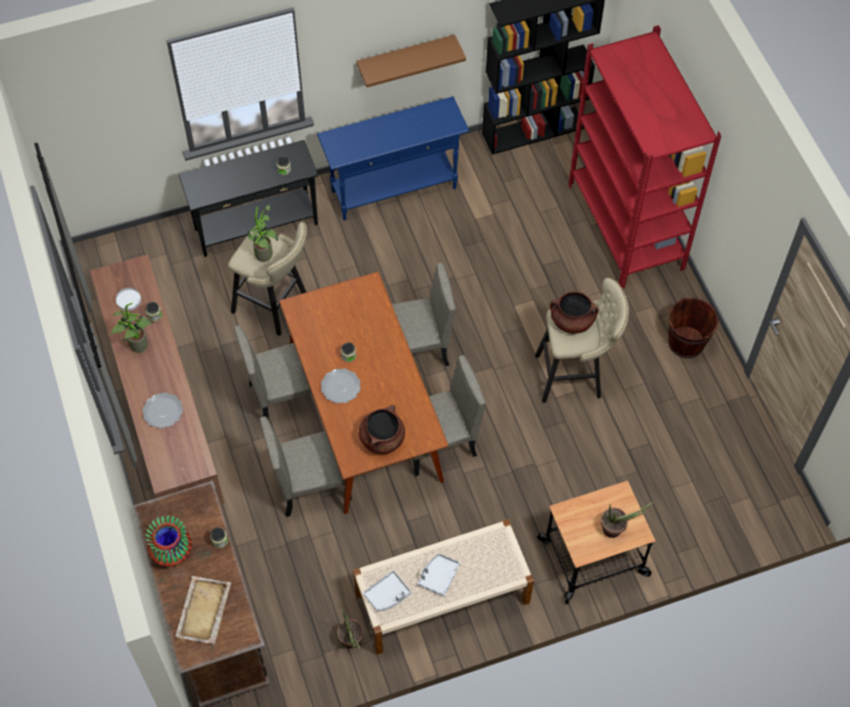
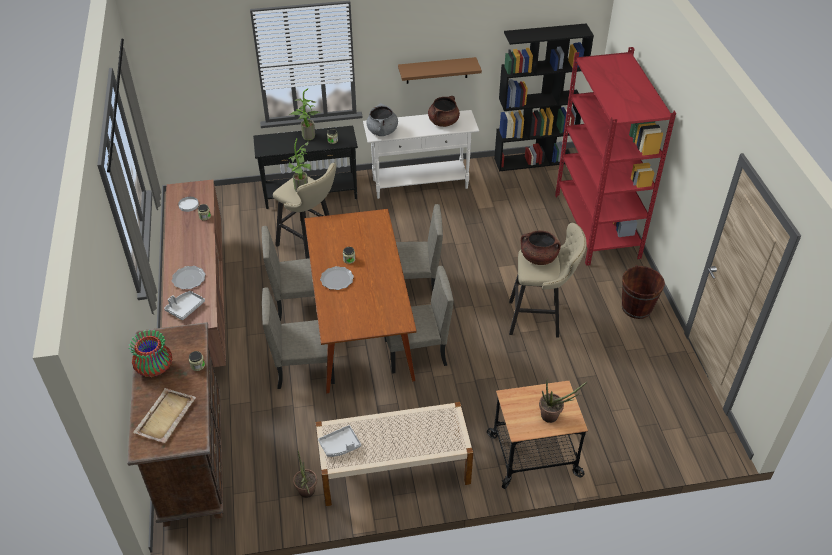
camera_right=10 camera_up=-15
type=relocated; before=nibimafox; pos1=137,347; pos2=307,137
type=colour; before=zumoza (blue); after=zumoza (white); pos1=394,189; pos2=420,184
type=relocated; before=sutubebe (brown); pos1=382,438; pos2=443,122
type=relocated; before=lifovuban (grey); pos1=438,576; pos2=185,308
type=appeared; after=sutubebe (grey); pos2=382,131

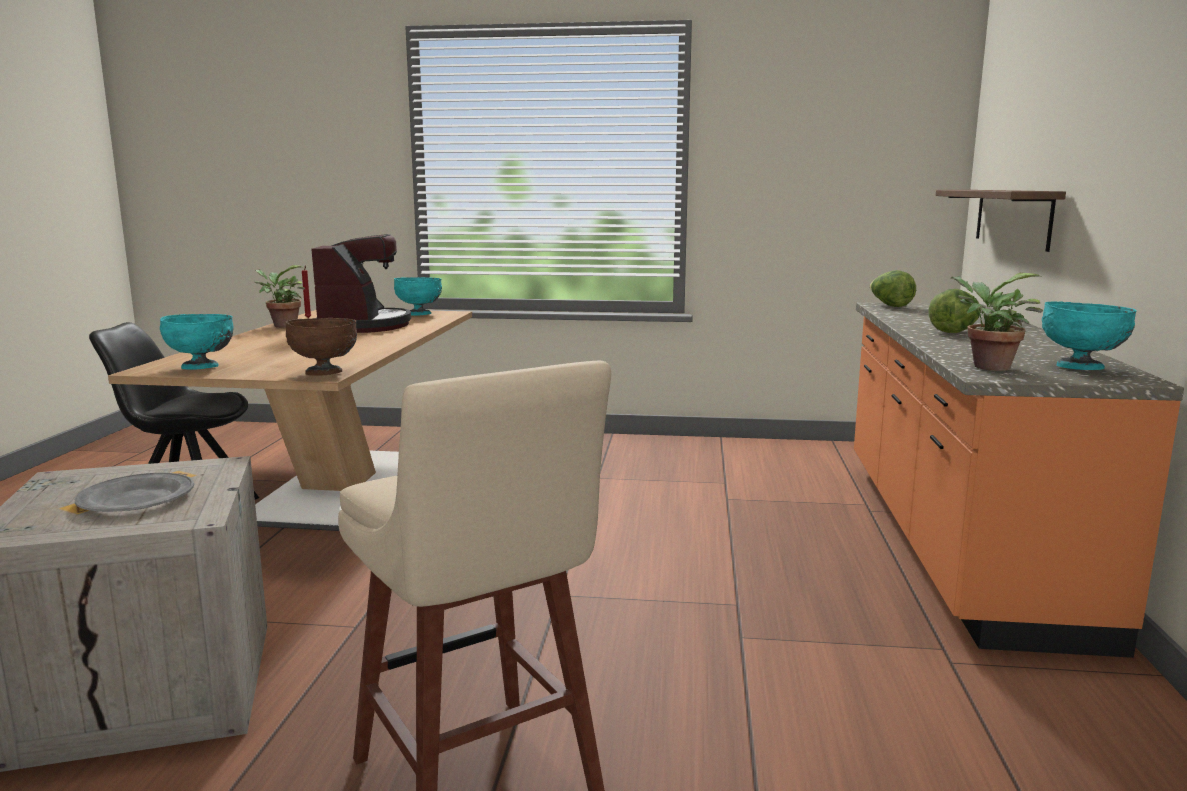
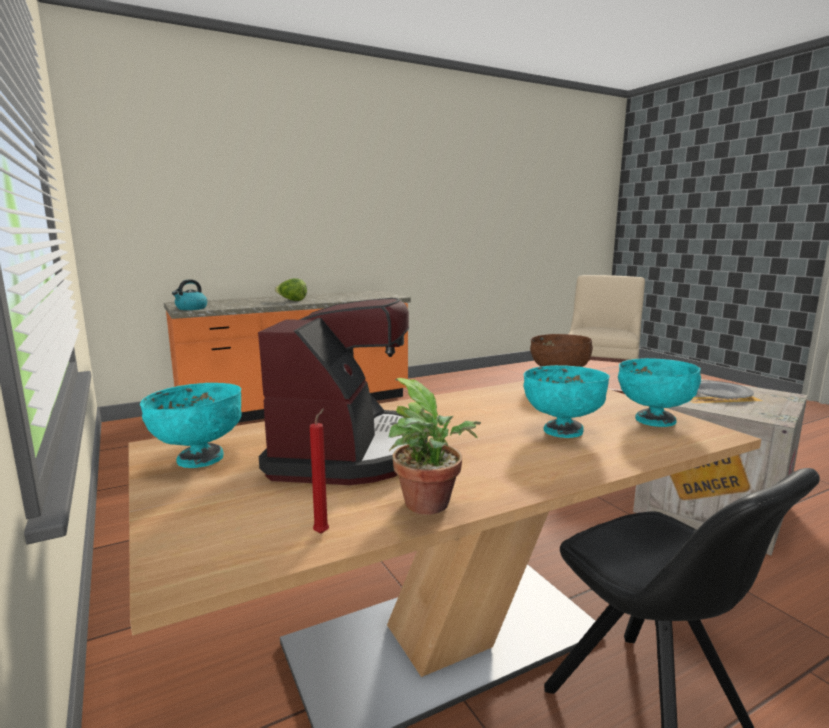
camera_right=-125 camera_up=0
type=spun; before=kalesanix; pos1=363,326; pos2=349,452; turn=135
type=exchanged; before=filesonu; after=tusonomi; pos1=890,306; pos2=191,308
type=missing; before=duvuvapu; pos1=1012,217
type=missing; before=nibimafox; pos1=986,367
type=relocated; before=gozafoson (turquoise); pos1=1081,368; pos2=562,430

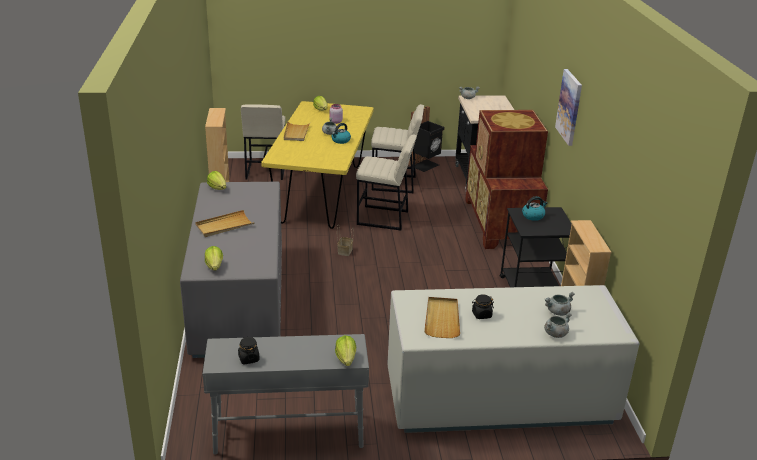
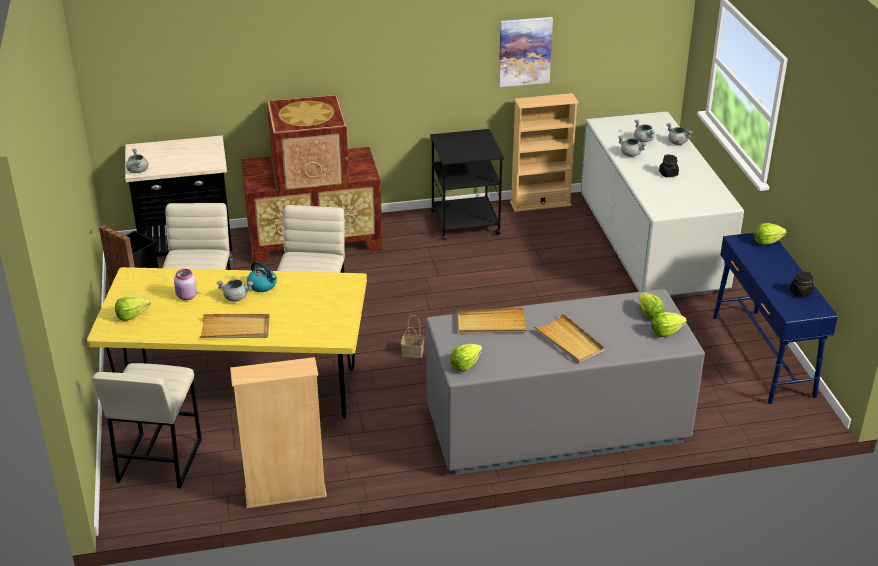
camera_right=-95 camera_up=5
type=colour; before=zumoza (grey); after=zumoza (blue); pos1=288,432; pos2=761,356
type=spun; before=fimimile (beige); pos1=265,171; pos2=159,462; turn=105
type=relocated; before=lifovuban (beige); pos1=442,319; pos2=491,324
type=missing; before=tusonomi; pos1=533,216
type=relocated; before=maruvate; pos1=569,107; pos2=524,51
type=appeared; after=sutubebe (grey); pos2=631,154
type=appeared; after=filesonu; pos2=649,314

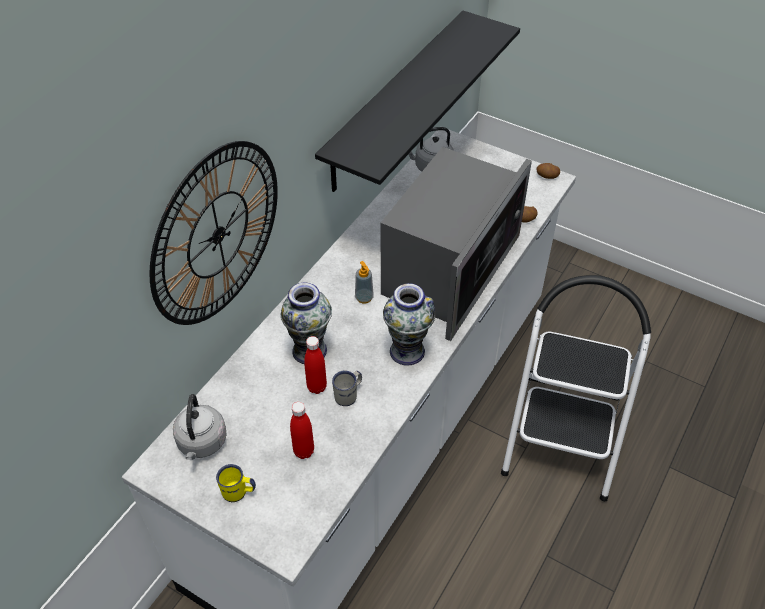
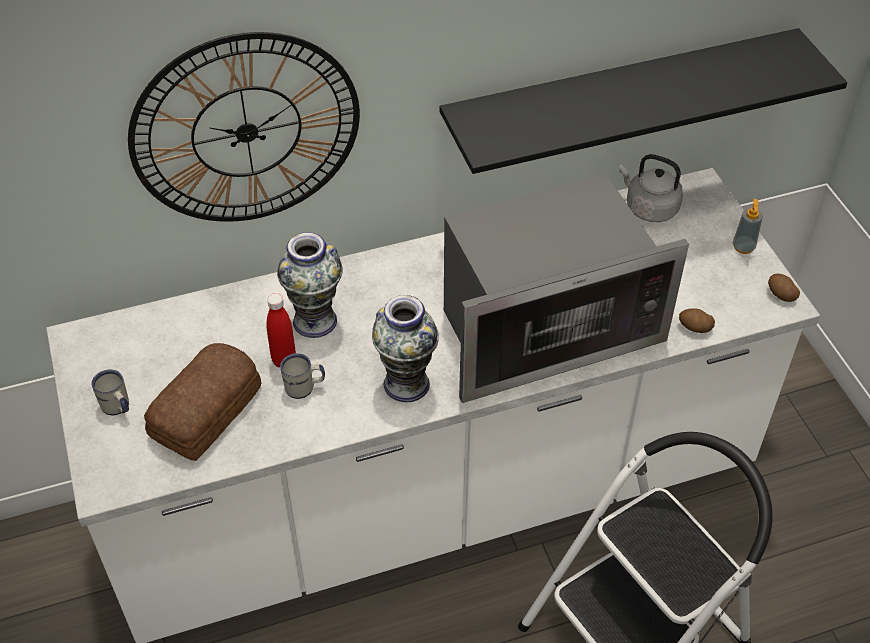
camera_right=40 camera_up=0
type=missing; before=tusonomi (grey); pos1=202,443
type=colour; before=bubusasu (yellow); after=bubusasu (white); pos1=238,492; pos2=117,408
type=exchanged; before=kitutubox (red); after=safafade; pos1=304,451; pos2=209,411
type=relocated; before=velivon; pos1=364,298; pos2=743,247

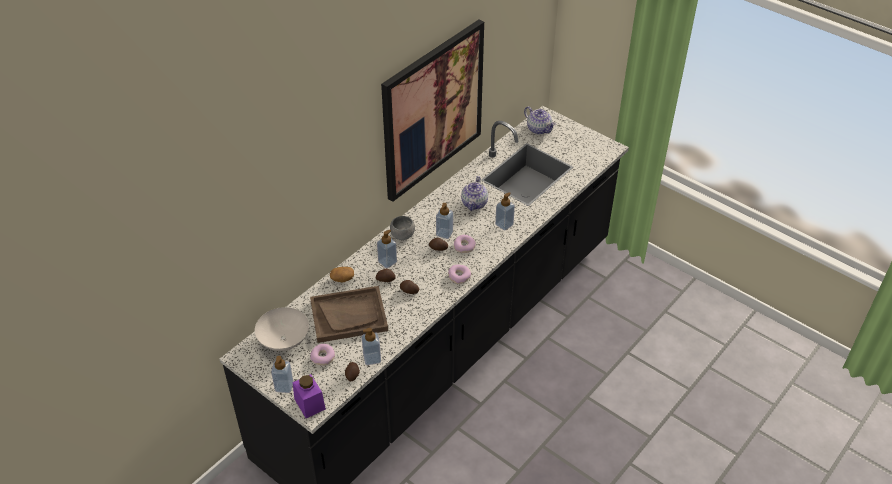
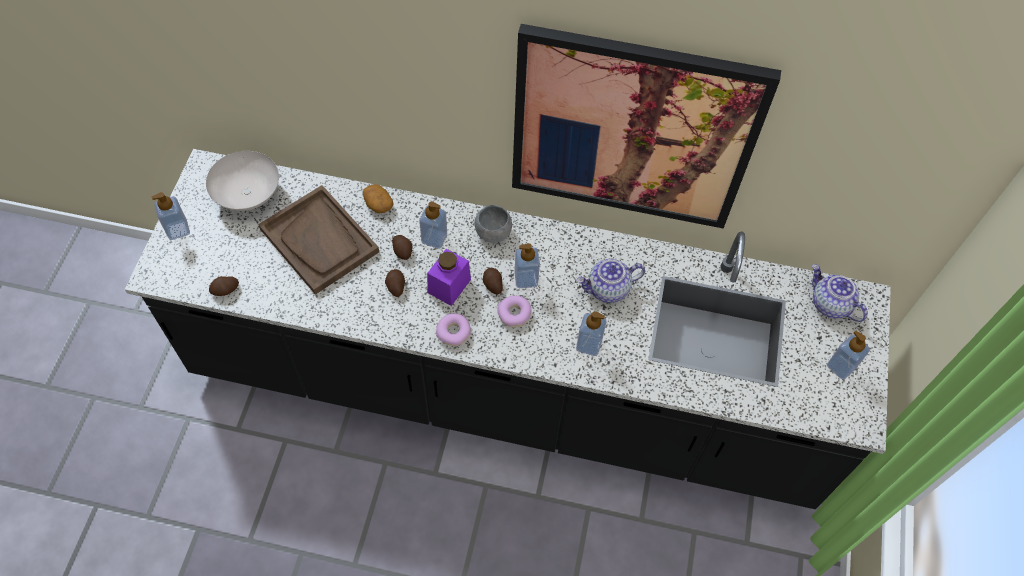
camera_right=60 camera_up=15
type=relocated; before=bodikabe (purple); pos1=310,404; pos2=449,286
type=missing; before=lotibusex; pos1=323,357
type=relocated; before=velivon; pos1=372,358; pos2=841,367
type=spun; before=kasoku; pos1=539,129; pos2=829,304; turn=120

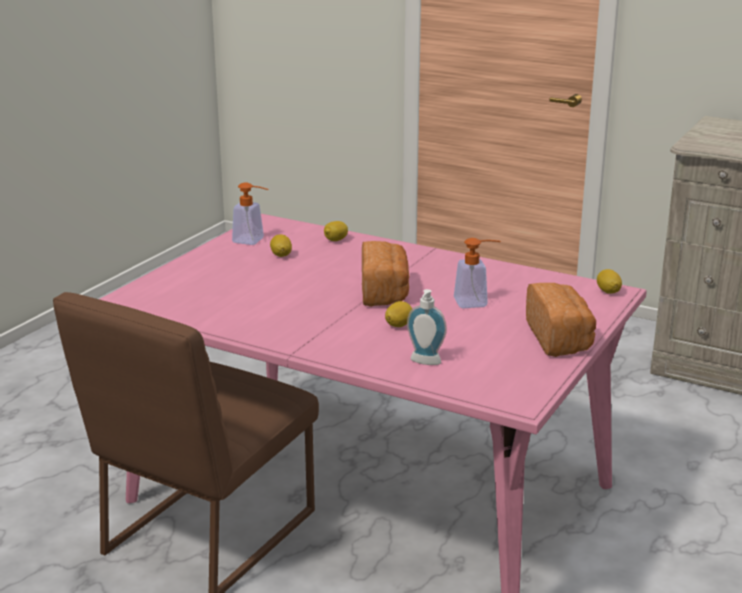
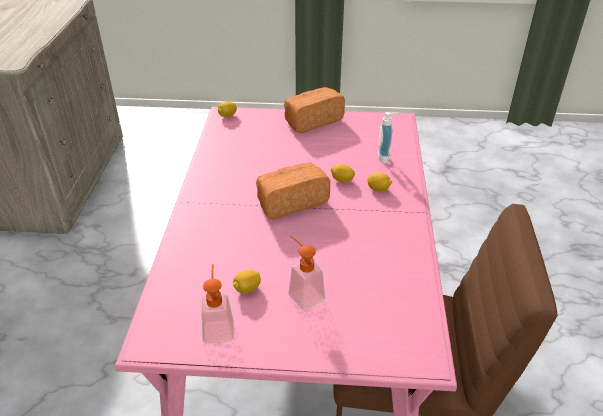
camera_right=-115 camera_up=15
type=relocated; before=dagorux; pos1=335,240; pos2=378,189
type=relocated; before=velivon; pos1=476,302; pos2=303,294

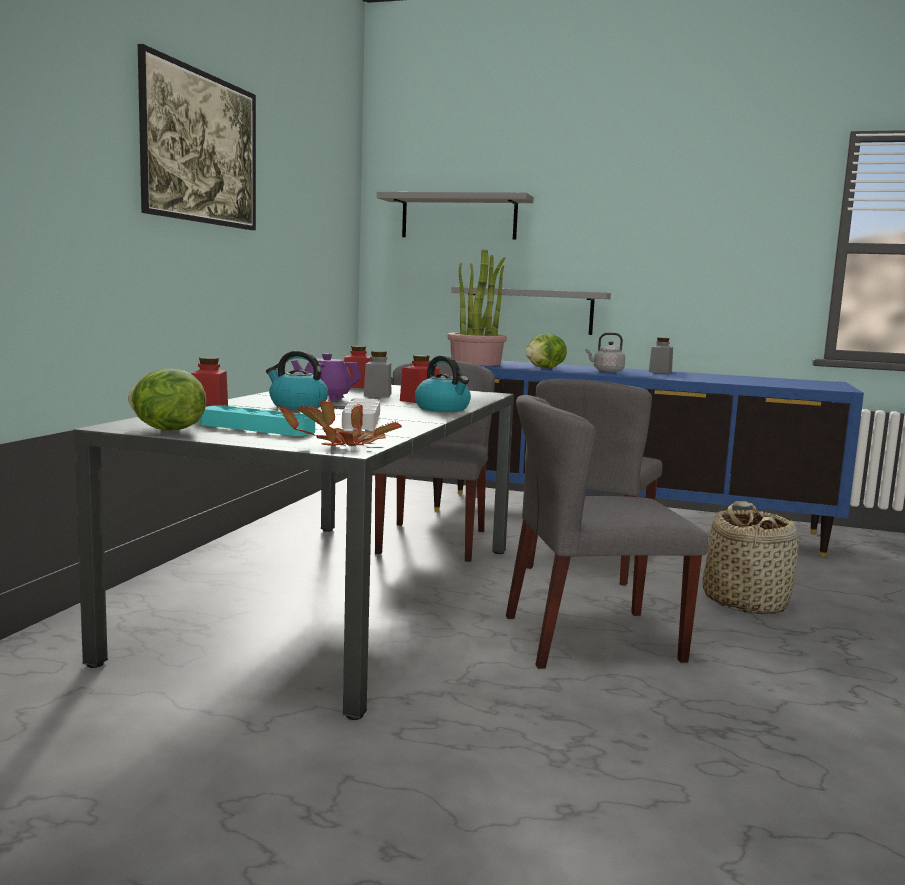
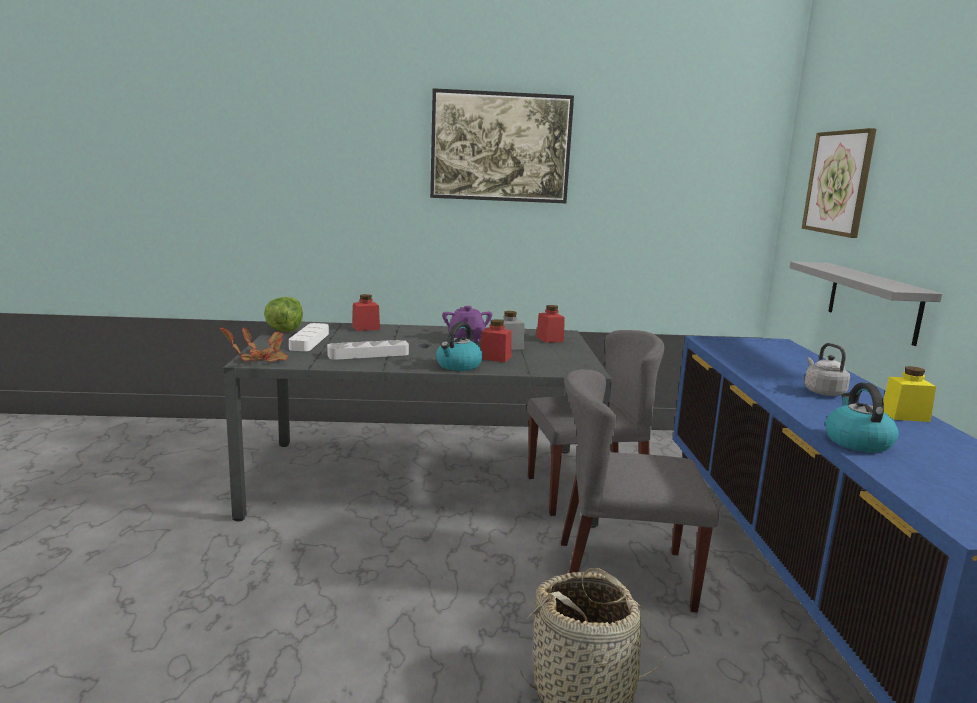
camera_right=70 camera_up=5
type=colour; before=lifovuban (turquoise); after=lifovuban (white); pos1=256,428; pos2=309,341
type=relocated; before=tusonomi; pos1=297,405; pos2=857,442
type=exchanged; before=duvuvapu (grey); after=maruvate; pos1=459,217; pos2=838,182
type=missing; before=nibimafox; pos1=476,363
type=missing; before=fimimile (grey); pos1=590,638
type=missing; before=filesonu; pos1=545,368
type=colour; before=bodikabe (grey); after=bodikabe (yellow); pos1=660,371; pos2=905,415

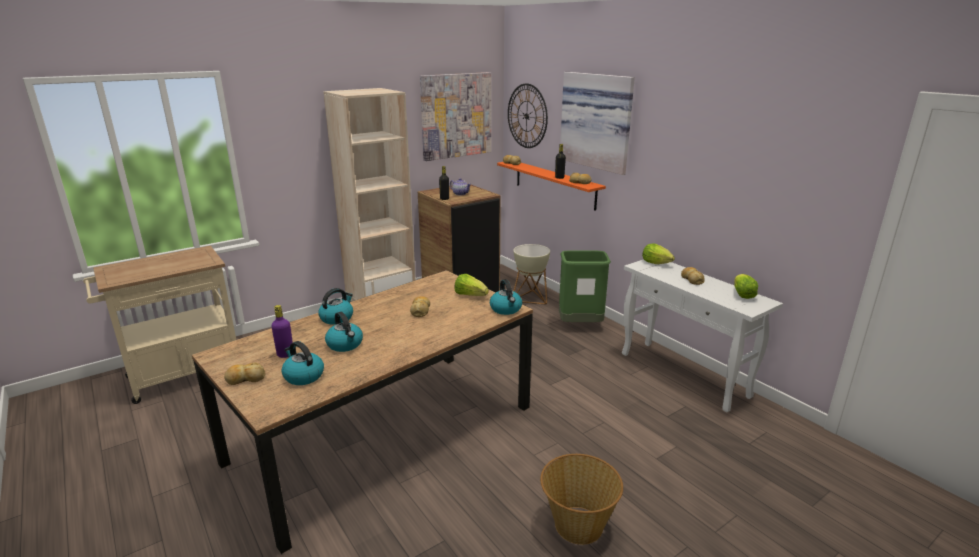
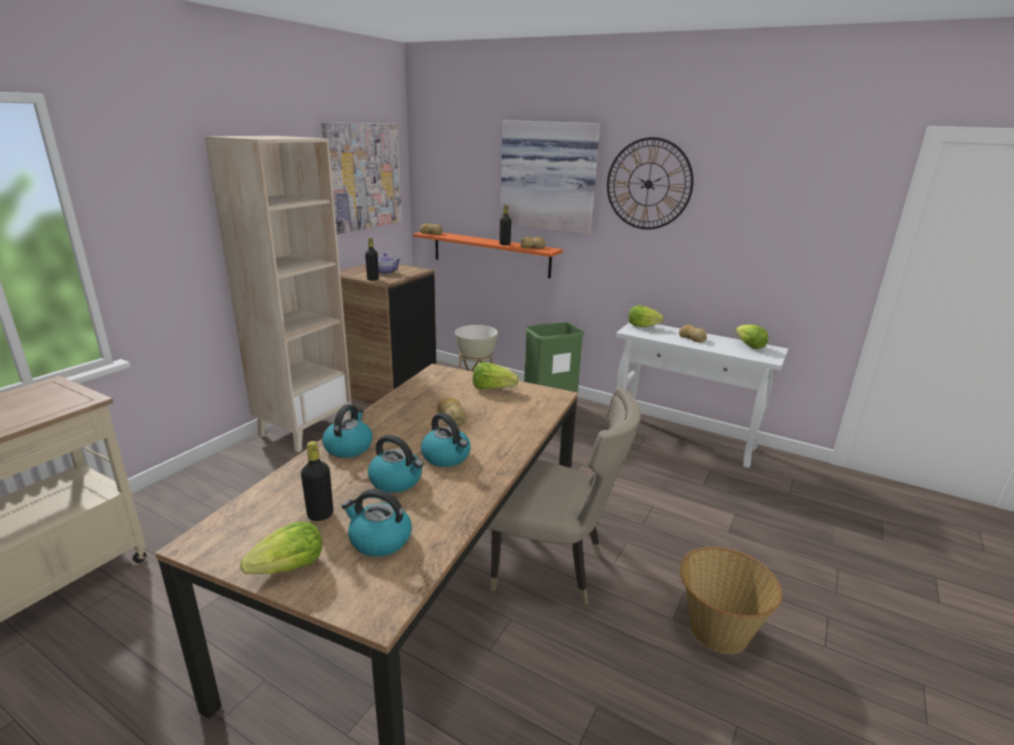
camera_right=-25 camera_up=0
type=exchanged; before=safafade; after=filesonu; pos1=245,378; pos2=290,568
type=colour; before=kitutubox (purple); after=kitutubox (black); pos1=285,354; pos2=320,515
type=relocated; before=tusonomi; pos1=506,309; pos2=447,457
type=relocated; before=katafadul; pos1=527,116; pos2=648,184
type=appeared; after=fimimile (beige); pos2=553,568

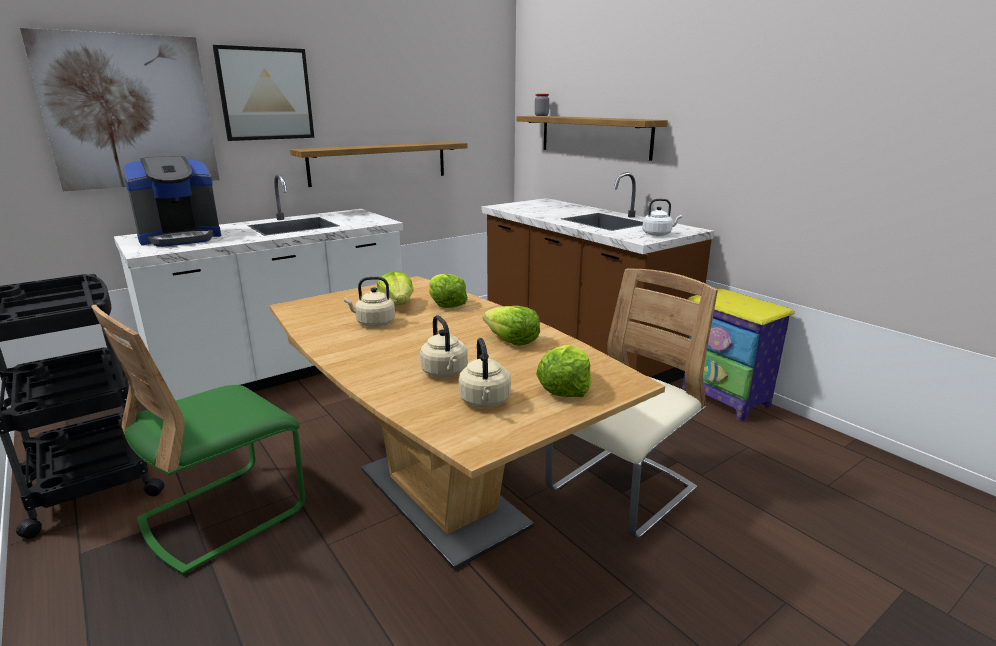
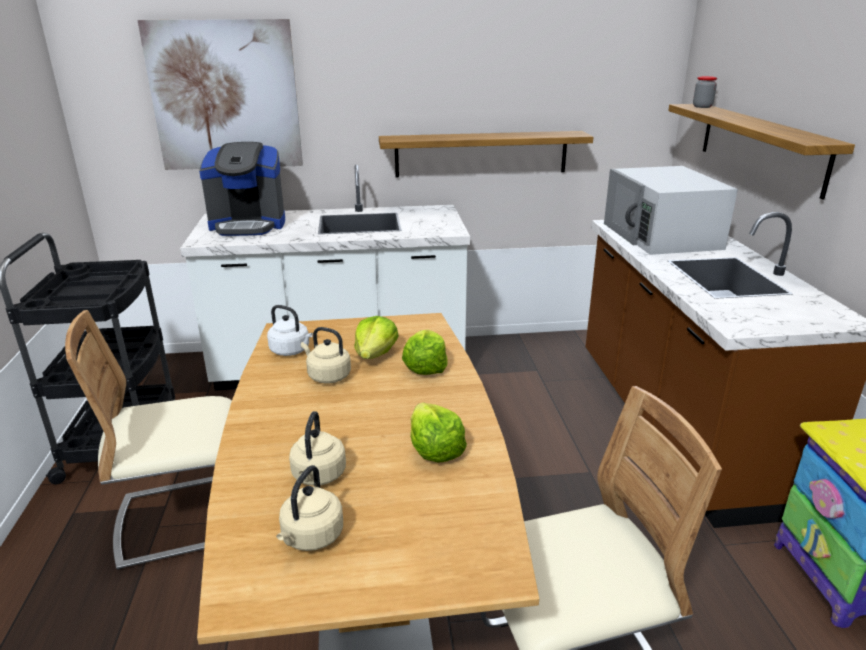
camera_right=30 camera_up=5
type=colour; before=fimimile (green); after=fimimile (beige); pos1=223,515; pos2=185,518
type=missing; before=maruvate; pos1=266,94
type=missing; before=filesonu; pos1=564,388
type=relocated; before=tusonomi (white); pos1=658,234; pos2=291,351
type=appeared; after=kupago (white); pos2=662,236

